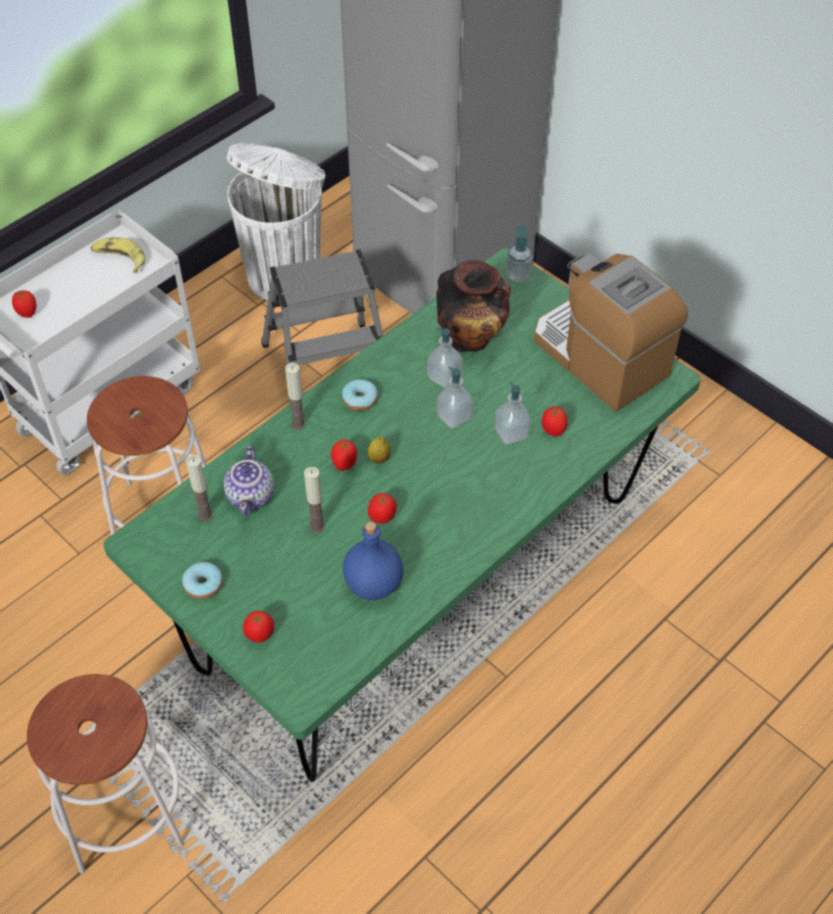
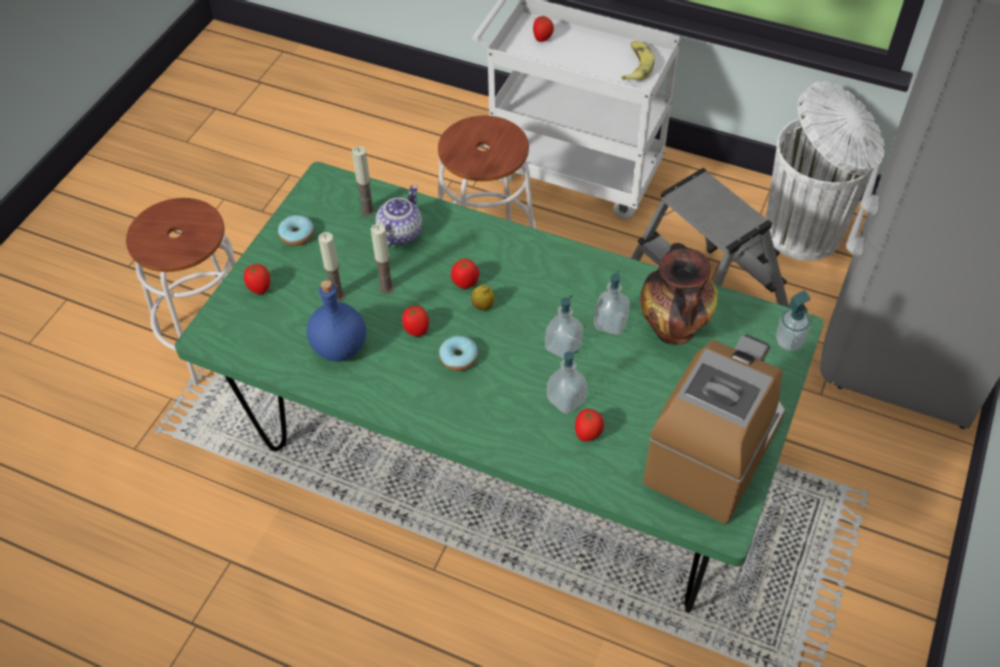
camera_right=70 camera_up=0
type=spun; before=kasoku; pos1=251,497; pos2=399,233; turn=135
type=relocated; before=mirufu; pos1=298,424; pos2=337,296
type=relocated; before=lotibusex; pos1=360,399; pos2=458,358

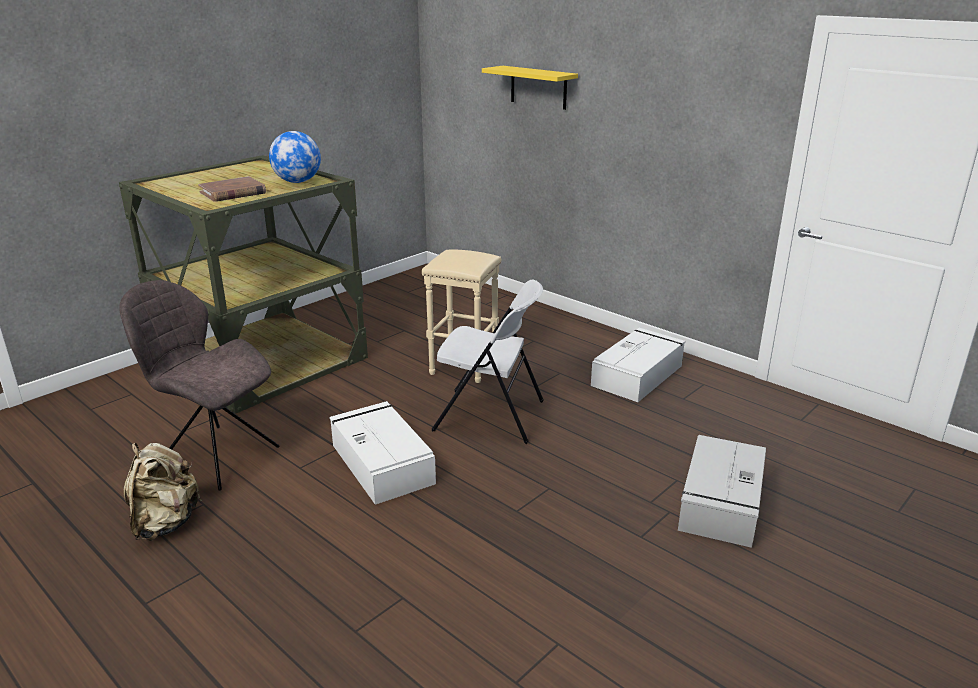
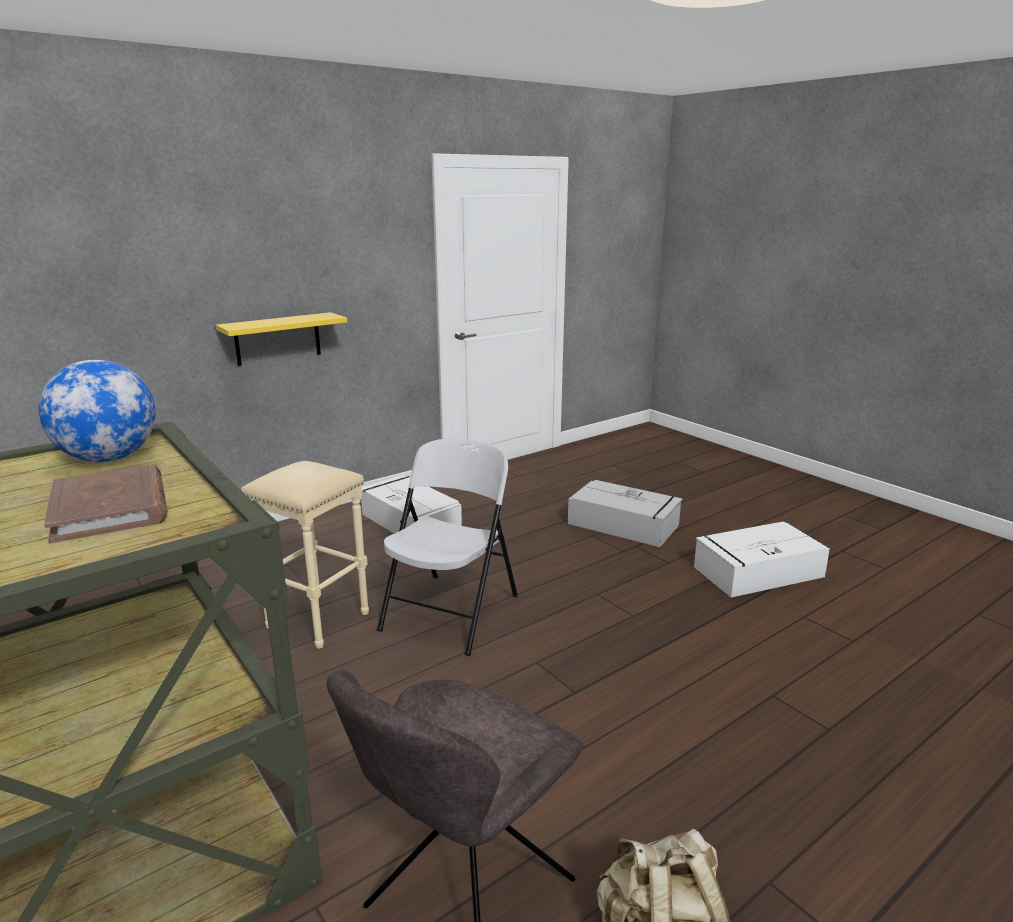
camera_right=-80 camera_up=-5
type=relocated; before=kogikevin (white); pos1=381,463; pos2=756,572
type=relocated; before=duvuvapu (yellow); pos1=538,87; pos2=278,339

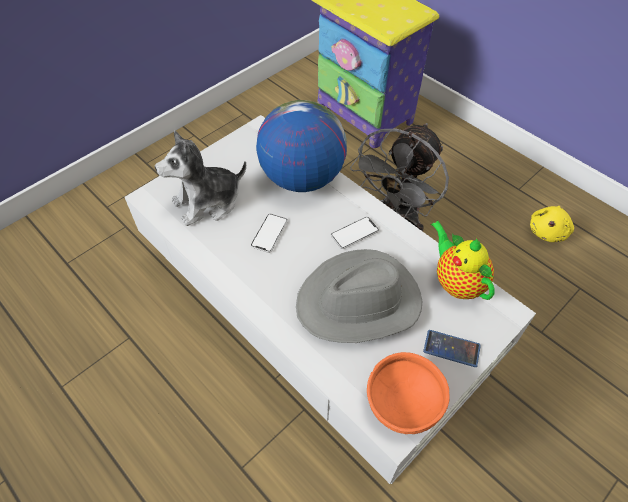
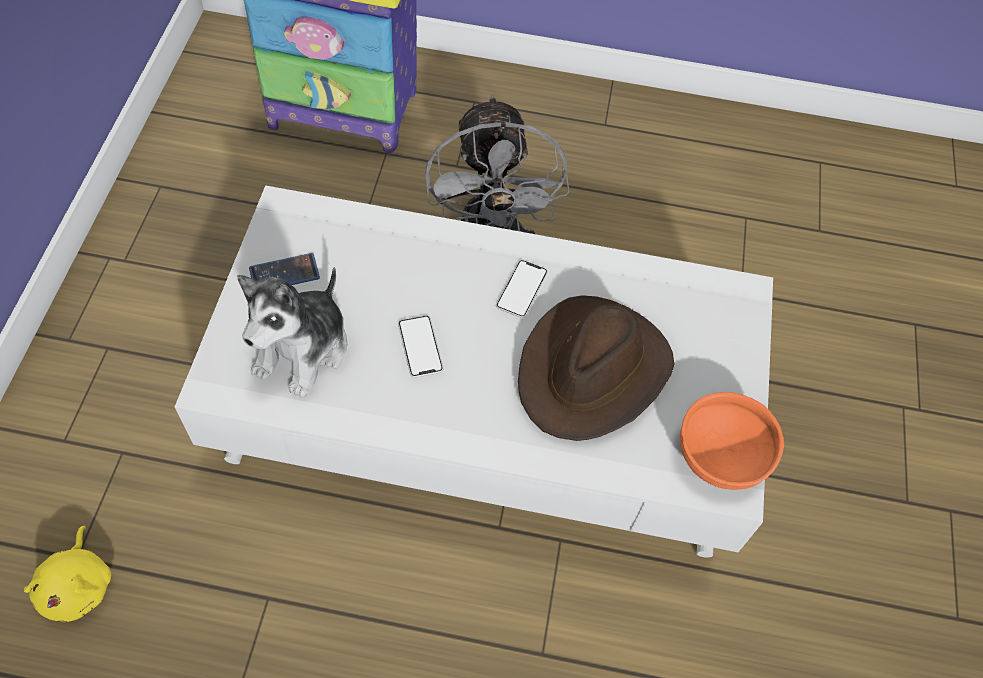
camera_right=-40 camera_up=5
type=missing; before=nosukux; pos1=302,178
type=colour; before=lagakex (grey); after=lagakex (brown); pos1=359,302; pos2=592,371
type=relocated; before=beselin; pos1=451,348; pos2=284,273
type=missing; before=kasoku; pos1=456,282
type=relocated; before=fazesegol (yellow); pos1=548,231; pos2=78,585

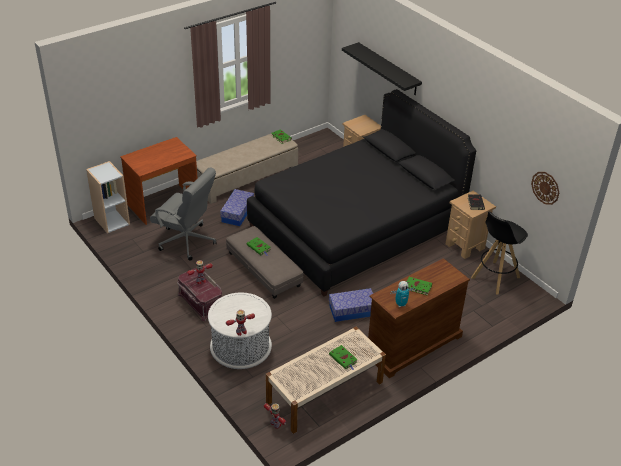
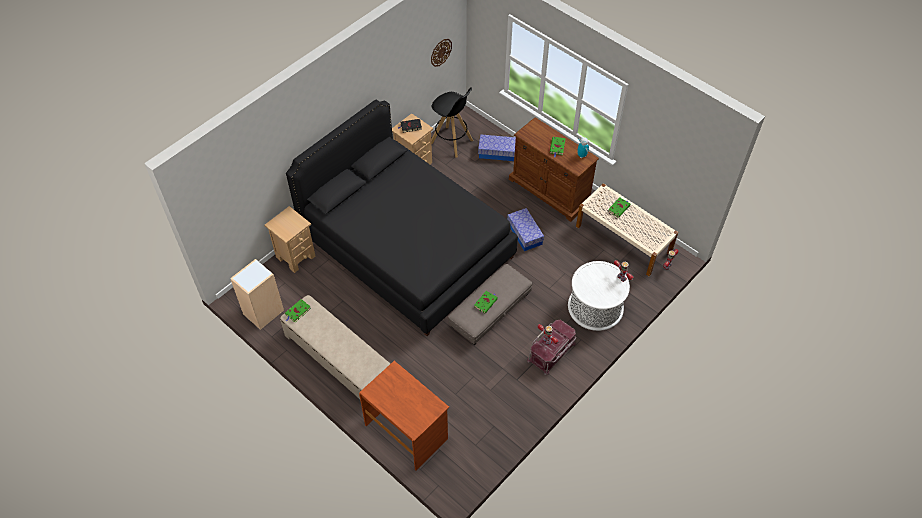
camera_right=-100 camera_up=15
type=relocated; before=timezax; pos1=112,221; pos2=263,312
type=missing; before=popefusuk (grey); pos1=186,241
type=relocated; before=kogikevin; pos1=237,213; pos2=497,152
type=missing; before=duvuvapu (black); pos1=388,69

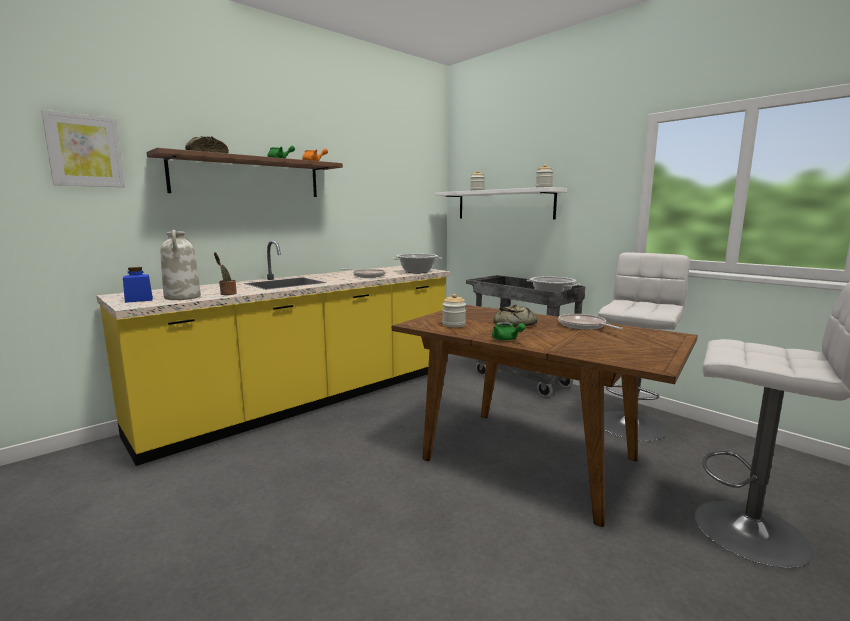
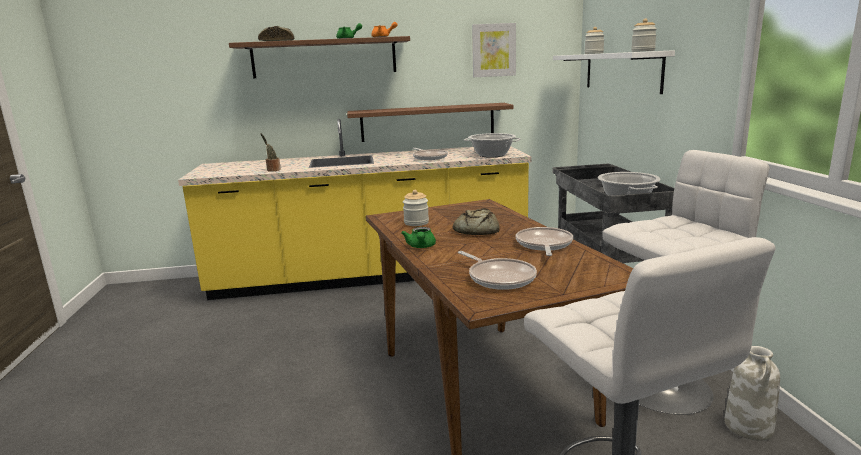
camera_right=35 camera_up=5
type=relocated; before=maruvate; pos1=85,151; pos2=493,50
type=missing; before=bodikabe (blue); pos1=139,300
type=relocated; before=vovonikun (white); pos1=183,297; pos2=749,427
type=appeared; after=duvuvapu (brown); pos2=427,122
type=appeared; after=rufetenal; pos2=499,277

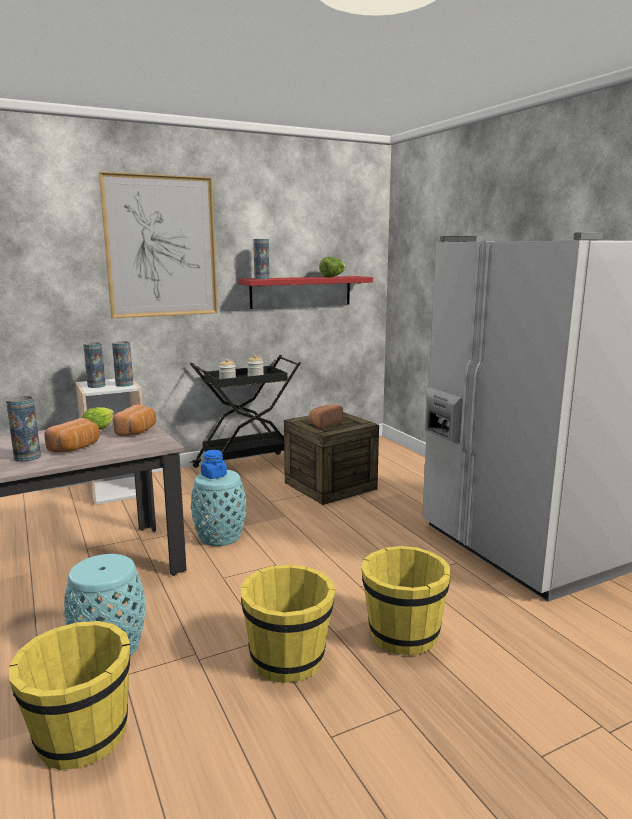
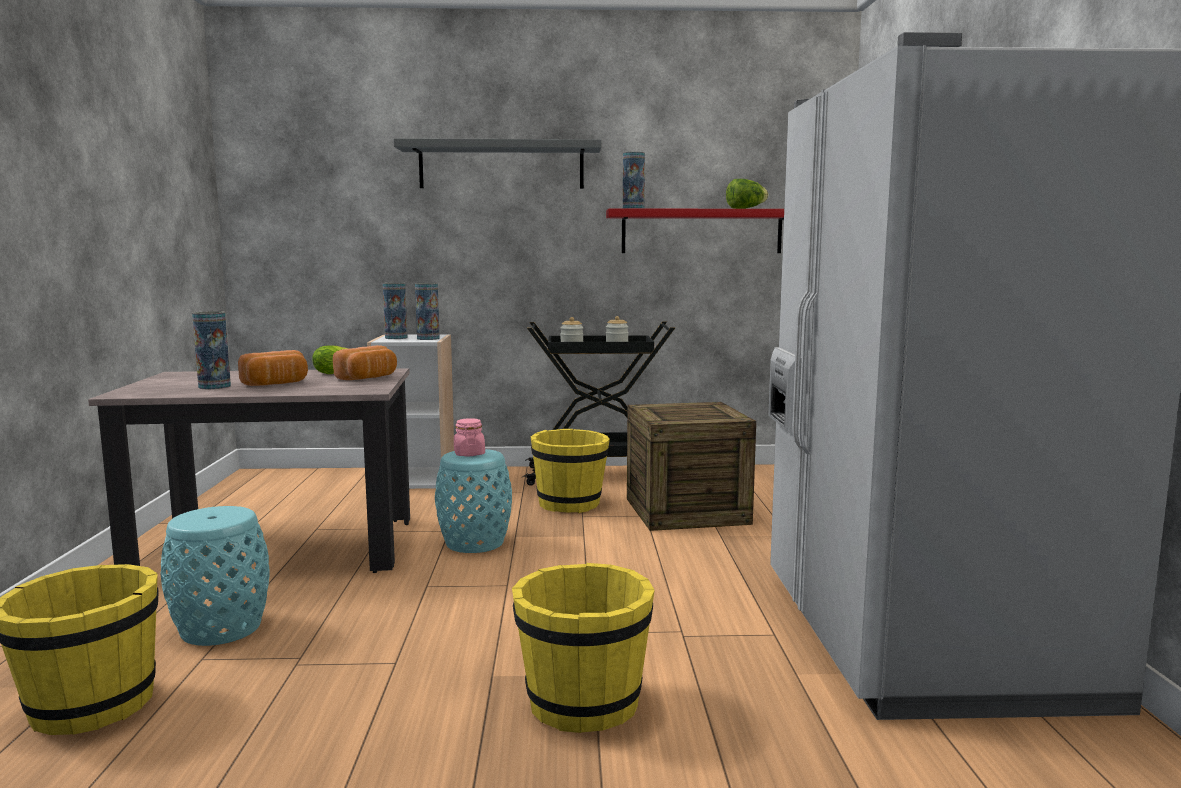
camera_right=25 camera_up=-5
type=exchanged; before=maruvate; after=duvuvapu (grey); pos1=161,247; pos2=501,166
type=colour; before=bodikabe (blue); after=bodikabe (pink); pos1=213,475; pos2=469,454
type=relocated; before=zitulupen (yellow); pos1=288,659; pos2=570,504
type=missing; before=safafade; pos1=324,424

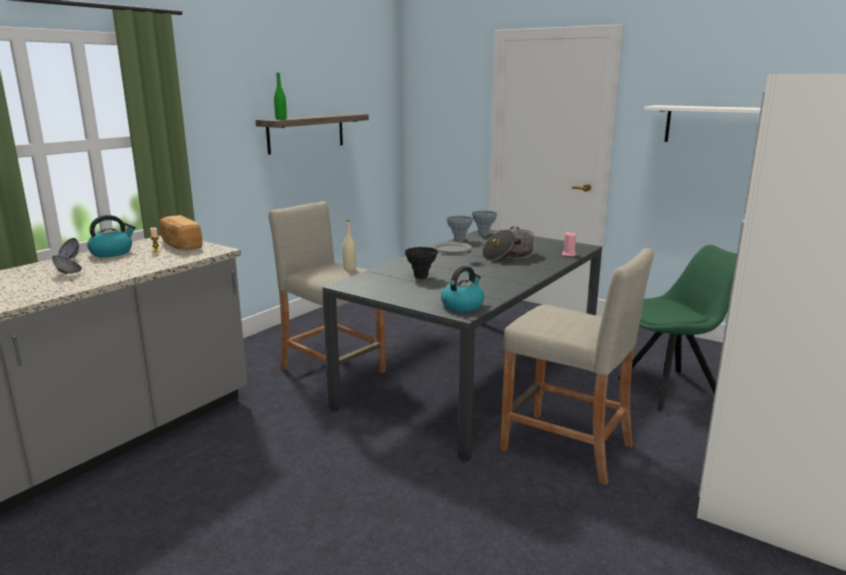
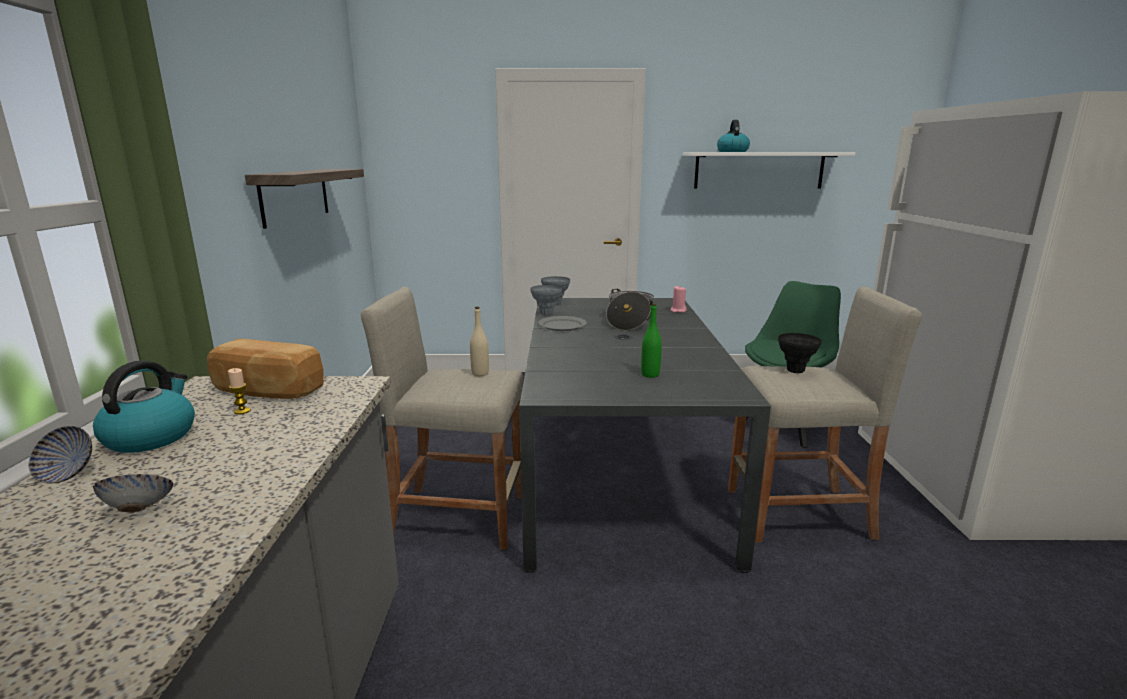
camera_right=-35 camera_up=0
type=relocated; before=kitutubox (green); pos1=281,119; pos2=650,374
type=relocated; before=vovonikun (black); pos1=421,277; pos2=795,371
type=relocated; before=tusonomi; pos1=462,305; pos2=732,151

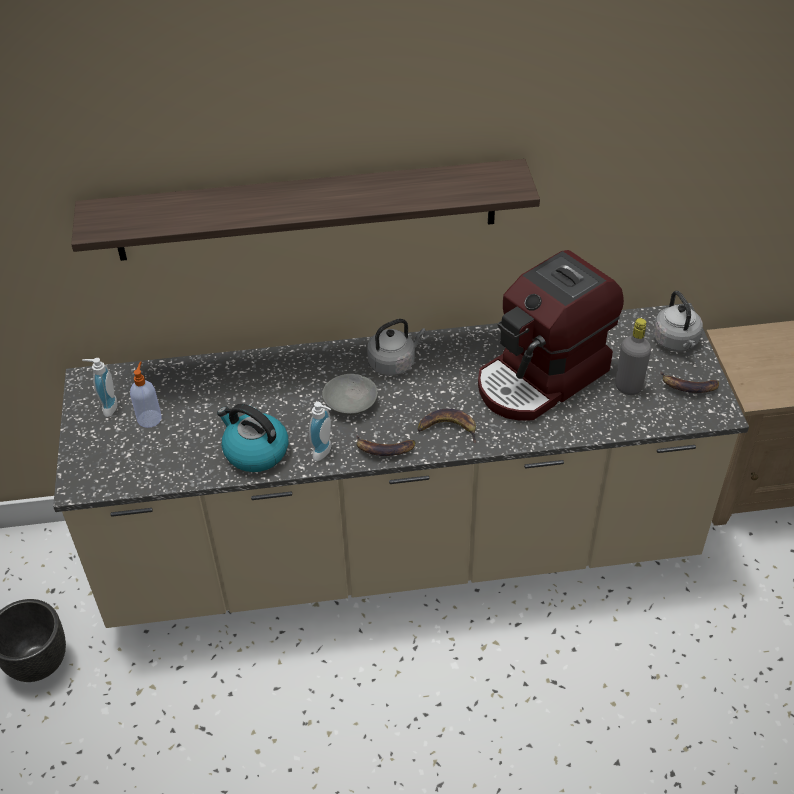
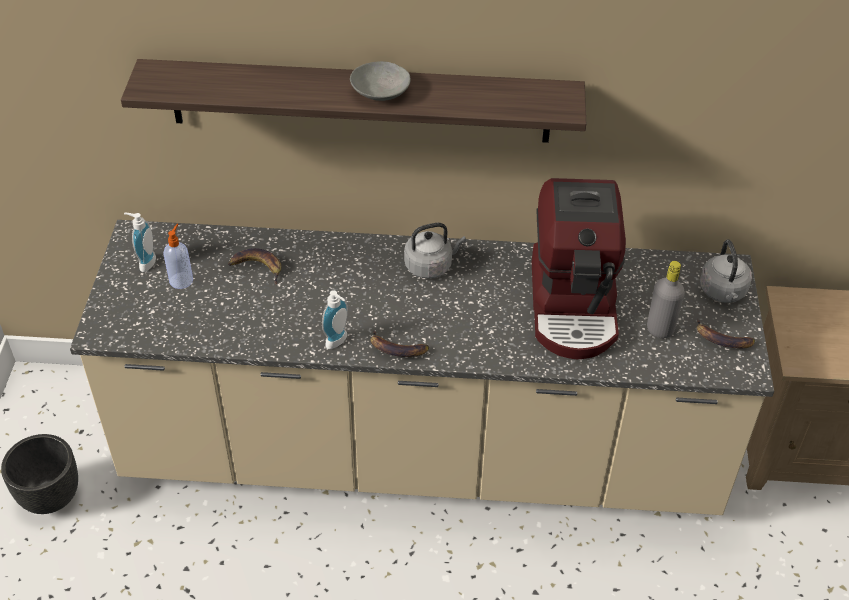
camera_right=10 camera_up=0
type=missing; before=tusonomi; pos1=255,451
type=relocated; before=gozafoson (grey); pos1=351,402; pos2=381,91
type=relocated; before=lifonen; pos1=448,428; pos2=258,267
type=spun; before=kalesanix; pos1=542,378; pos2=574,306; turn=-60

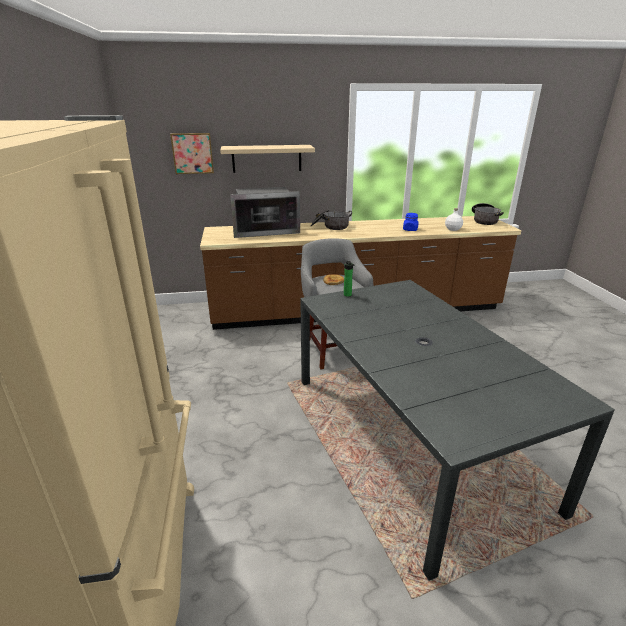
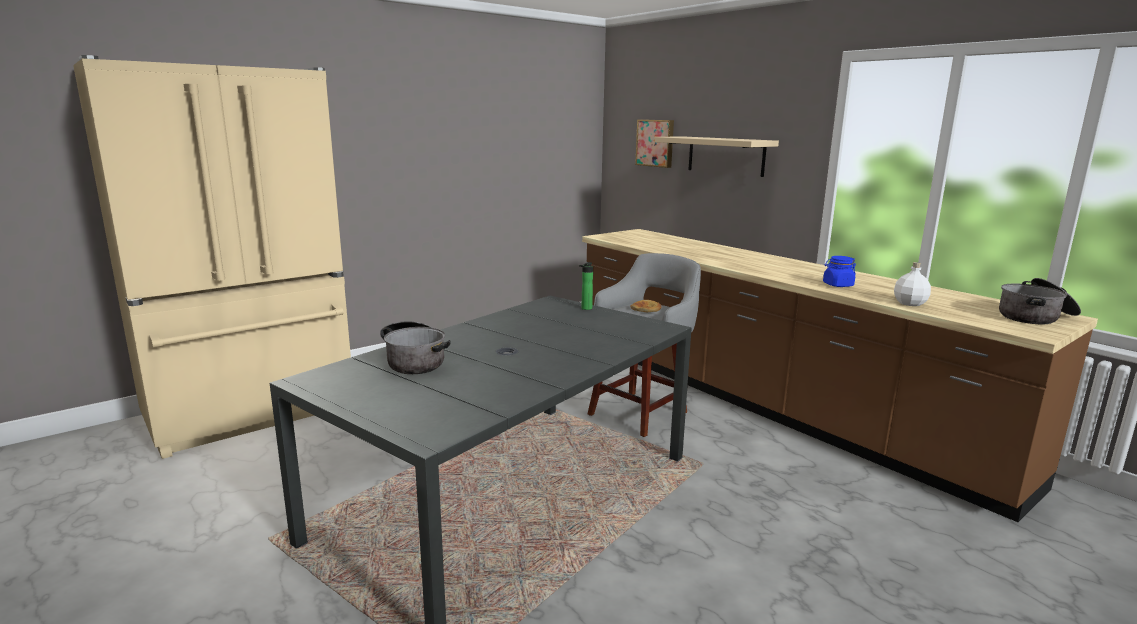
camera_right=60 camera_up=-10
type=missing; before=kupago; pos1=265,230
type=relocated; before=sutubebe; pos1=330,227; pos2=414,361

